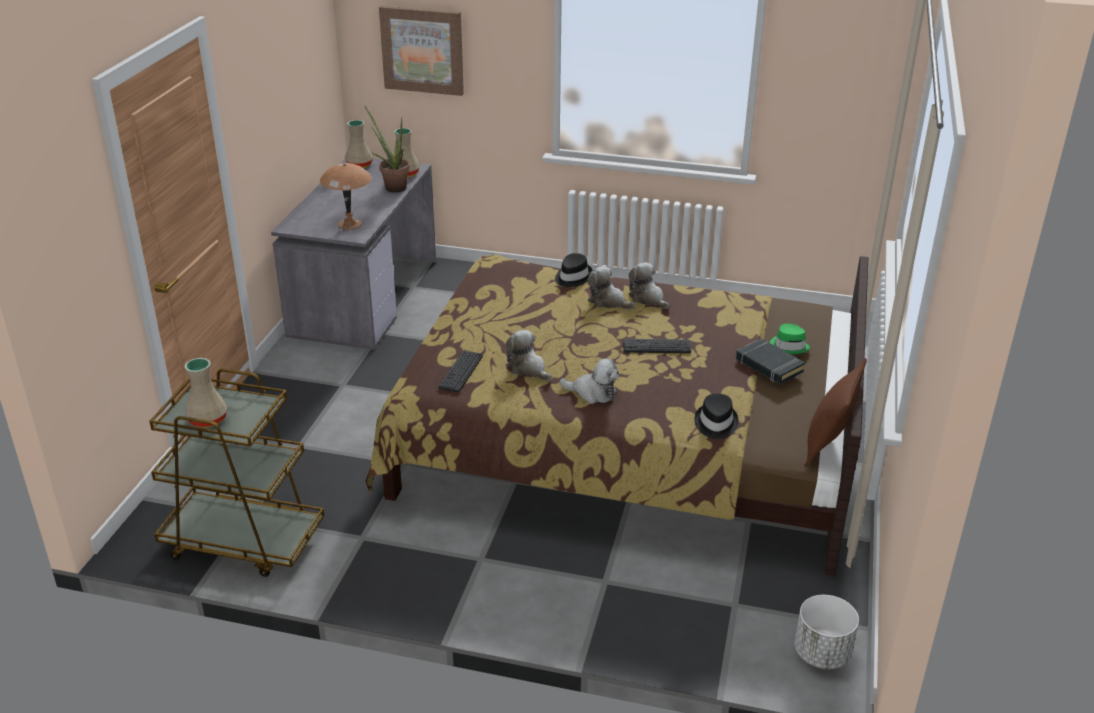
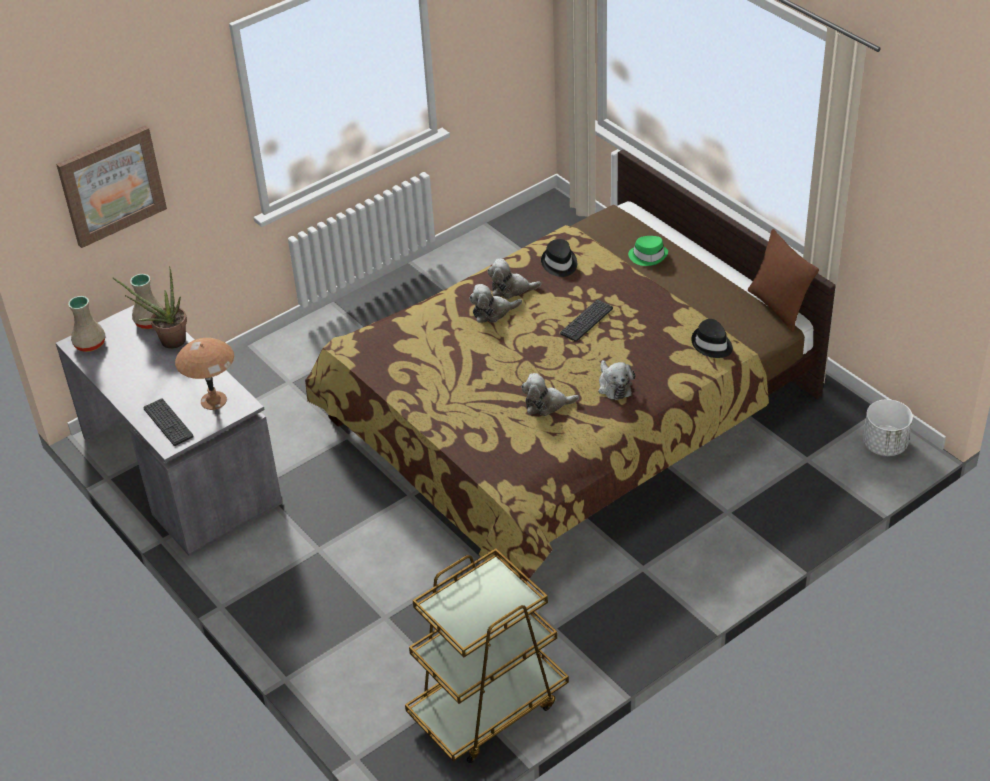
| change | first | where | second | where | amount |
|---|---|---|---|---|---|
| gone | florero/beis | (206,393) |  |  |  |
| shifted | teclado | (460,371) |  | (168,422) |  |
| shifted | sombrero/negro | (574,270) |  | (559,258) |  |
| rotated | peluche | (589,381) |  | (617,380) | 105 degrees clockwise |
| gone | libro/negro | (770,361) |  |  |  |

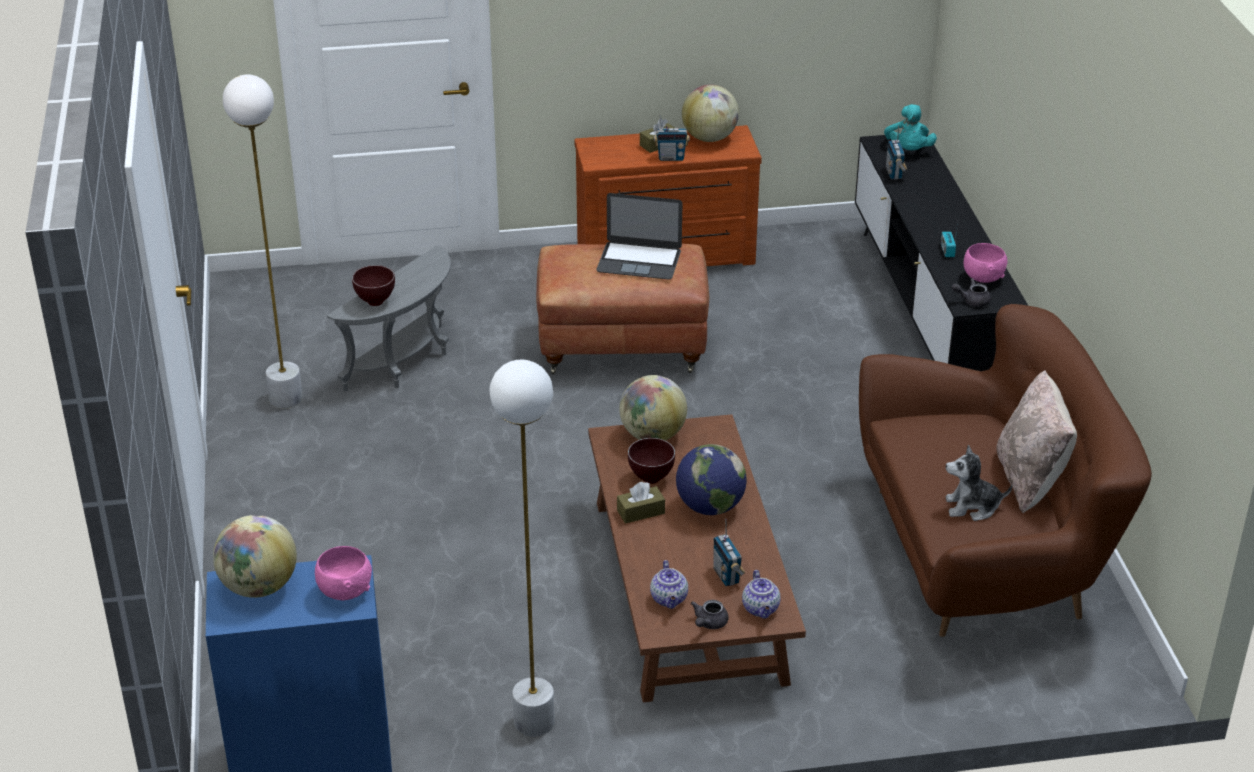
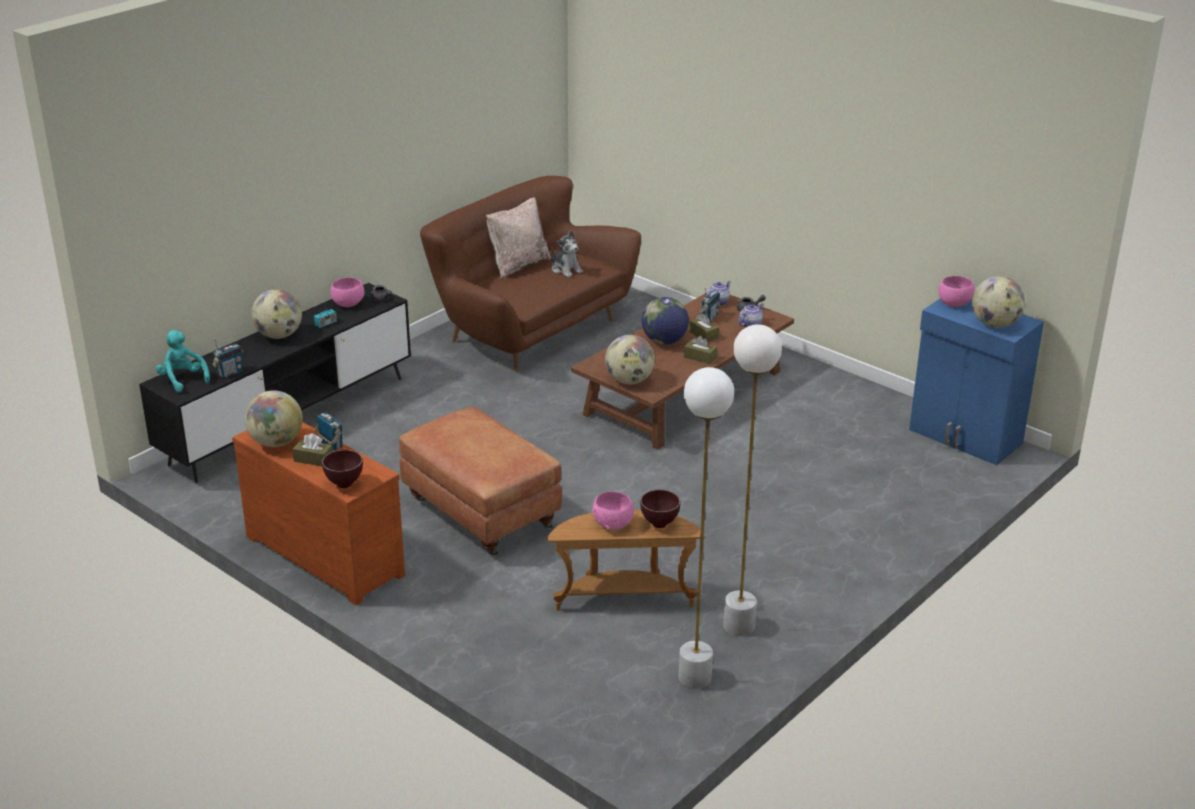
| change | first | where | second | where | amount |
|---|---|---|---|---|---|
| repainted | mesa auxiliar/gris | (389,318) | mesa auxiliar/marrón | (626,560) |  |
| shifted | lámpara de pie/blanco | (522,548) |  | (706,528) |  |
| gone | portátil | (639,236) |  |  |  |
| shifted | cuenco/marrón | (651,461) |  | (342,469) |  |
| rotated | peluche/turquesa | (910,127) |  | (183,361) | 90 degrees counterclockwise |
| new |  |  | globo terráqueo | (276,314) |  |
| new |  |  | cuenco/rosa | (613,510) |  |
| new |  |  | caja de pañuelos/marrón | (704,327) |  |

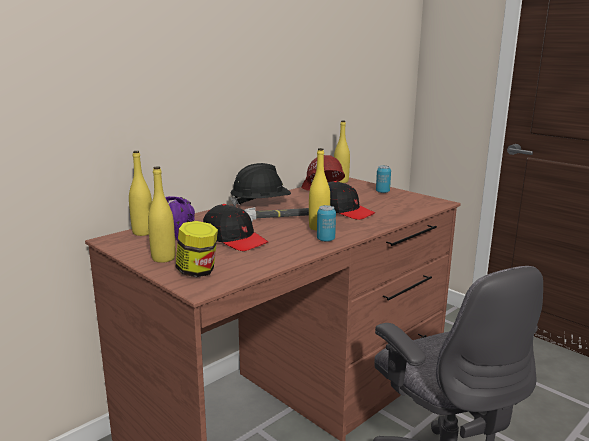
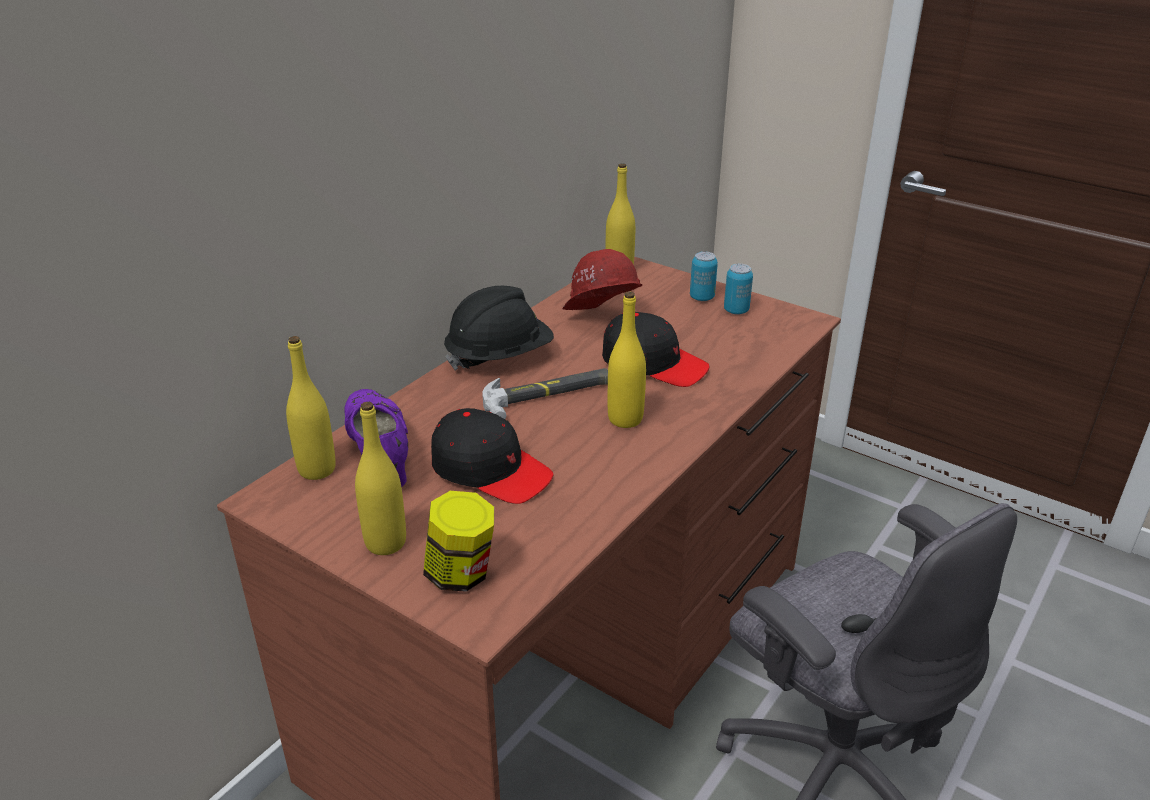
| change | first | where | second | where | amount |
|---|---|---|---|---|---|
| shifted | lata | (326,223) |  | (738,289) |  |

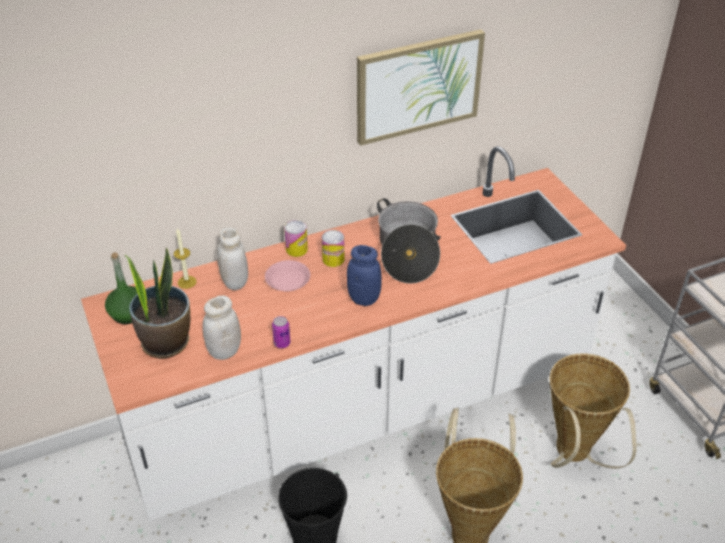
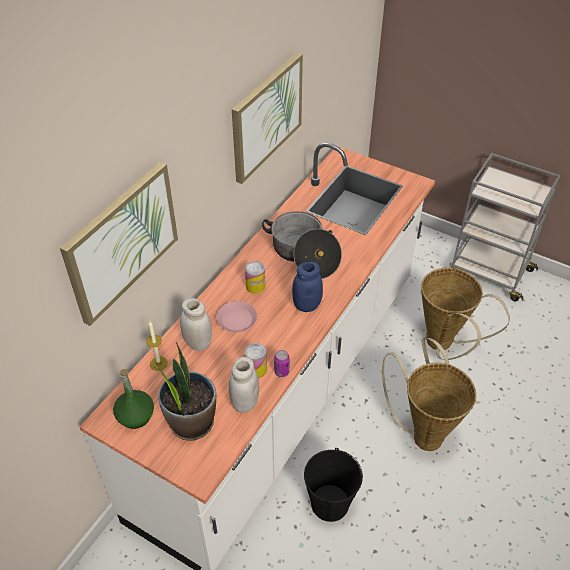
| change | first | where | second | where | amount |
|---|---|---|---|---|---|
| shifted | lata | (296,238) |  | (255,360) |  |
| new |  |  | cuadro | (119,244) |  |

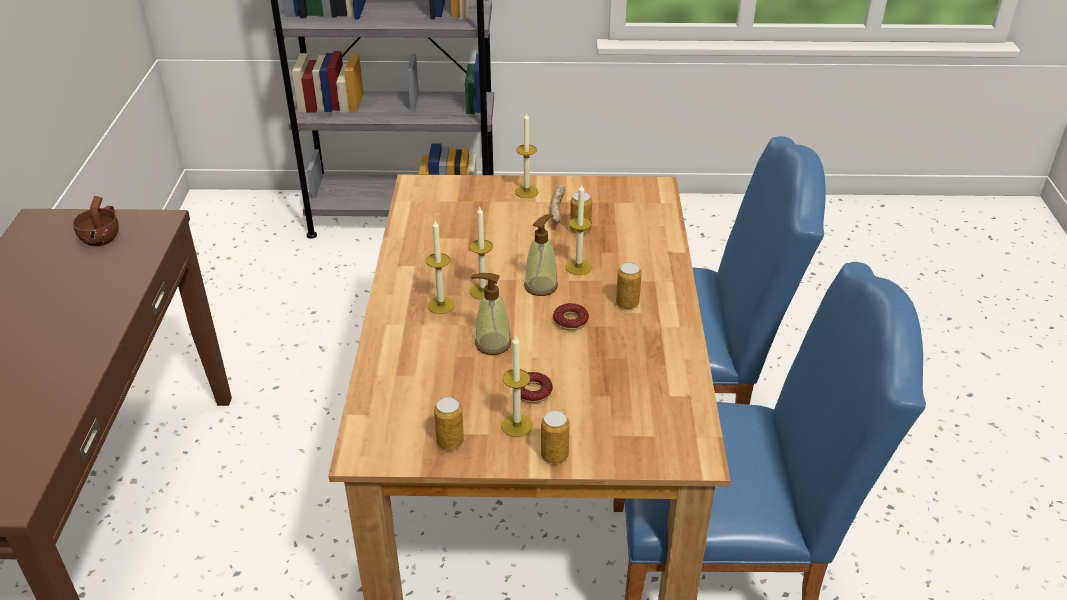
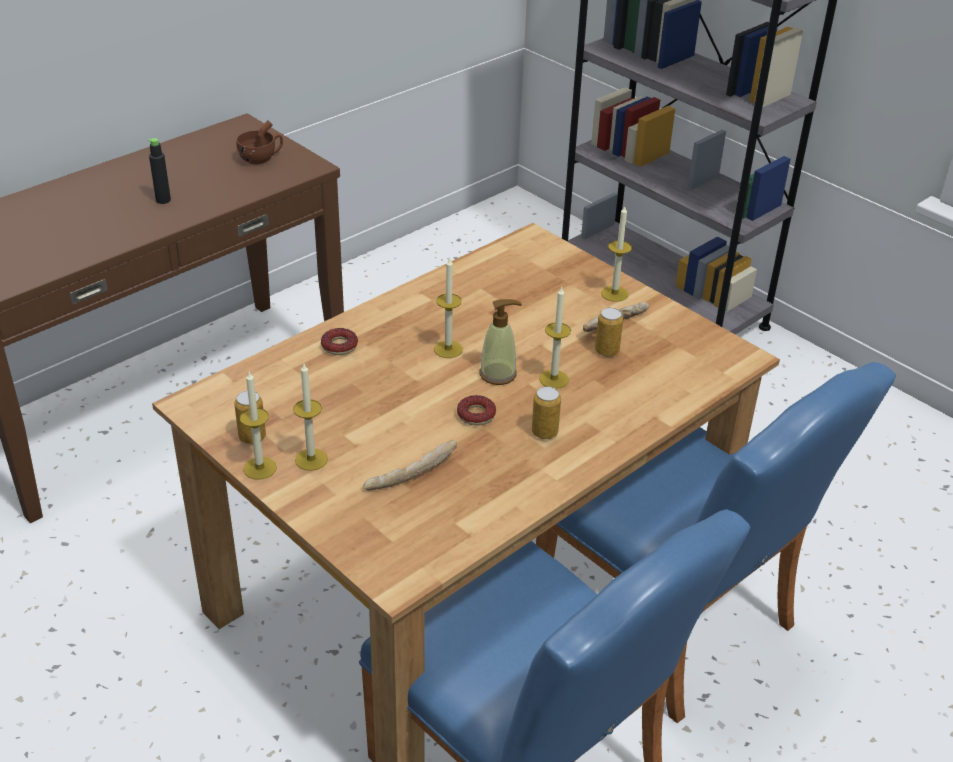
| change | first | where | second | where | amount |
|---|---|---|---|---|---|
| shifted | vela | (440,267) |  | (258,426) |  |
| gone | dispensador de jabón | (491,314) |  |  |  |
| shifted | rosquilla | (537,387) |  | (339,341) |  |
| gone | lata | (555,437) |  |  |  |
| new |  |  | botella/negro | (159,171) |  |
| new |  |  | pan | (410,465) |  |

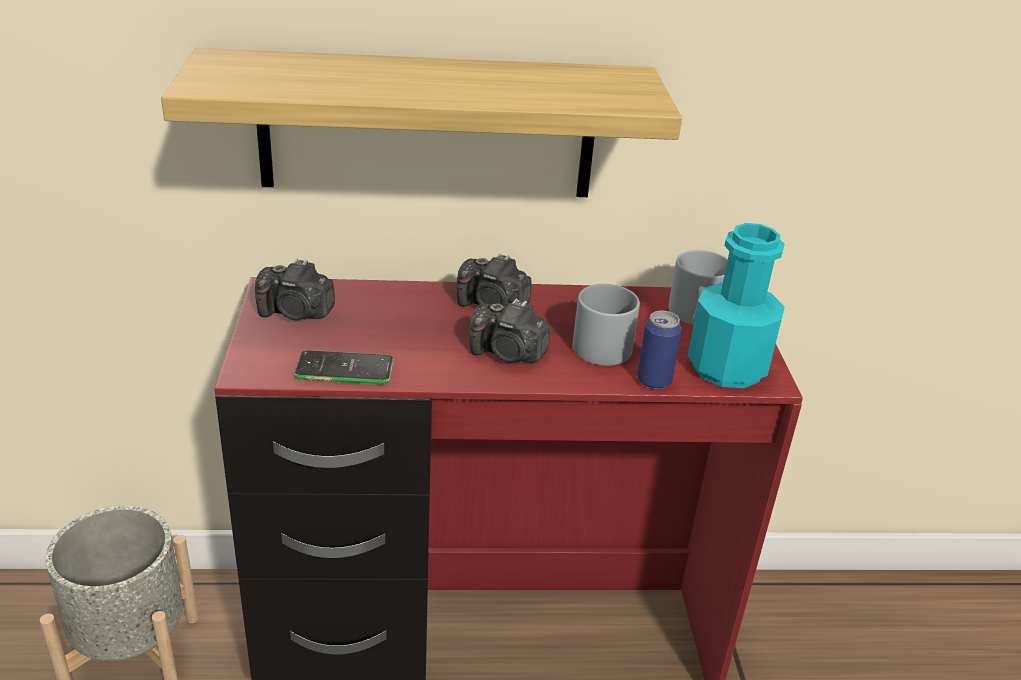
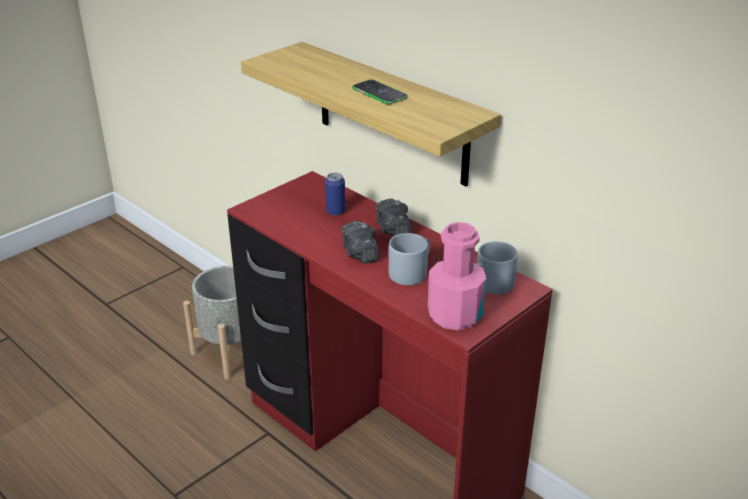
| change | first | where | second | where | amount |
|---|---|---|---|---|---|
| gone | cámara | (295,289) |  |  |  |
| shifted | móvil | (344,367) |  | (380,92) |  |
| shifted | lata | (659,350) |  | (335,194) |  |
| repainted | botella/turquesa | (736,305) | botella/rosa | (457,276) |  |

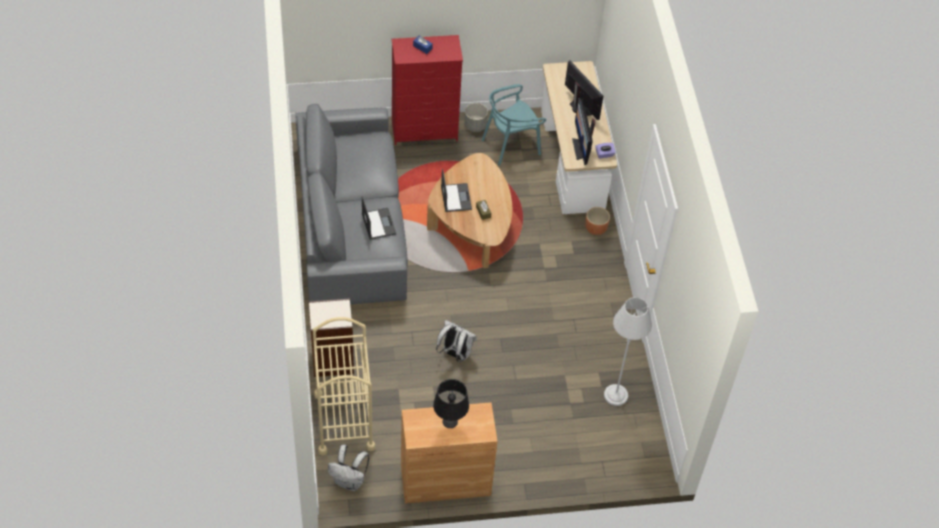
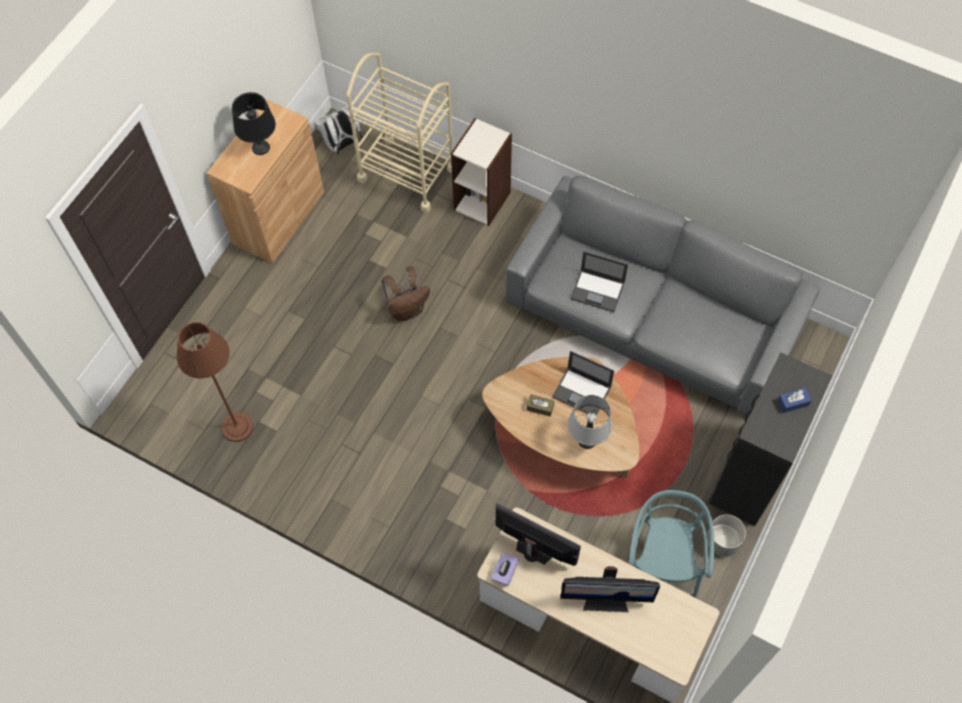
| change | first | where | second | where | amount |
|---|---|---|---|---|---|
| repainted | cómoda/rojo | (427,90) | cómoda/negro | (771,439) |  |
| repainted | mochila/blanco | (456,341) | mochila/marrón | (406,293) |  |
| gone | maceta/marrón | (597,221) |  |  |  |
| repainted | lámpara de pie/gris | (628,351) | lámpara de pie/marrón | (215,382) |  |
| new |  |  | lámpara de mesa/gris | (590,422) |  |

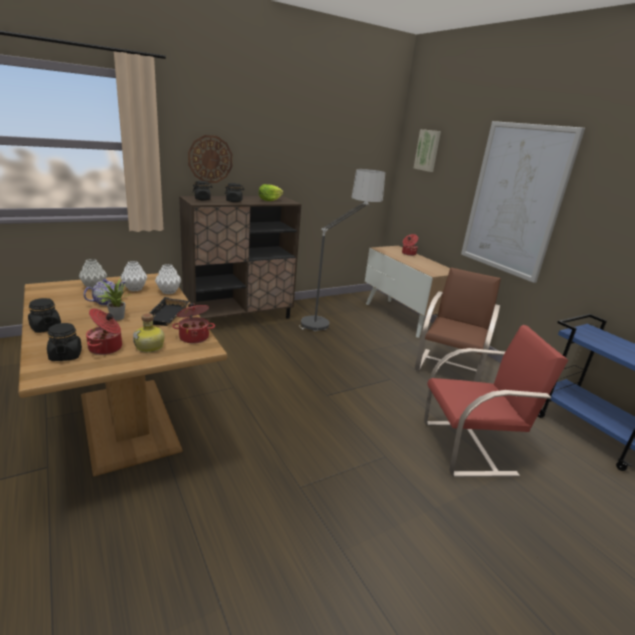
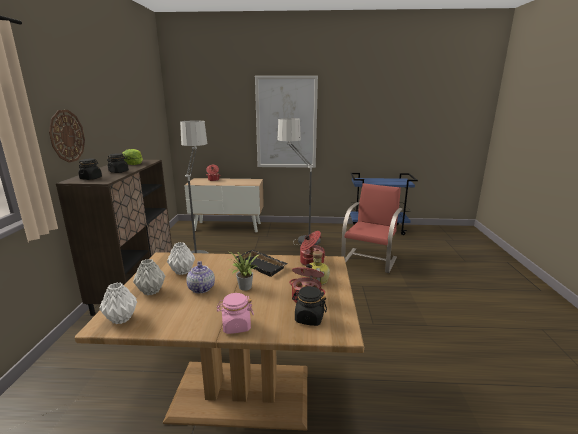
| change | first | where | second | where | amount |
|---|---|---|---|---|---|
| repainted | tarro/negro | (44,315) | tarro/rosa | (235,313) |  |
| shifted | florero/blanco | (168,279) |  | (118,303) |  |
| gone | cuadro | (427,150) |  |  |  |
| swapped | silla/marrón | (458,325) | lámpara de pie | (299,181) |  |

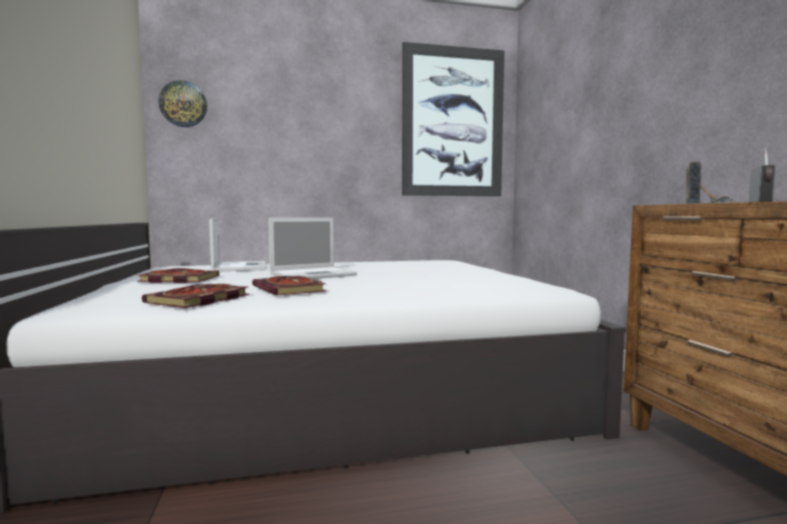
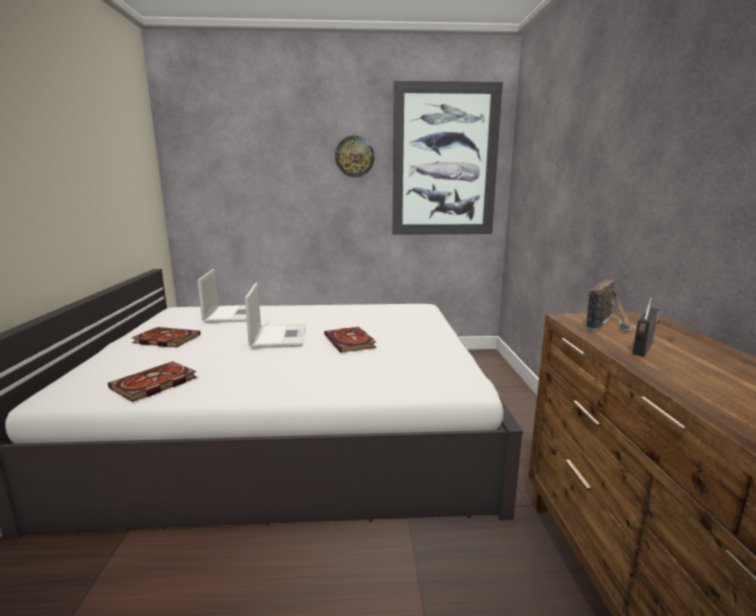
| change | first | where | second | where | amount |
|---|---|---|---|---|---|
| shifted | reloj de pared | (182,103) |  | (355,156) |  |
| shifted | libro | (289,286) |  | (350,340) |  |
| rotated | portátil | (312,248) |  | (275,316) | 75 degrees counterclockwise |

